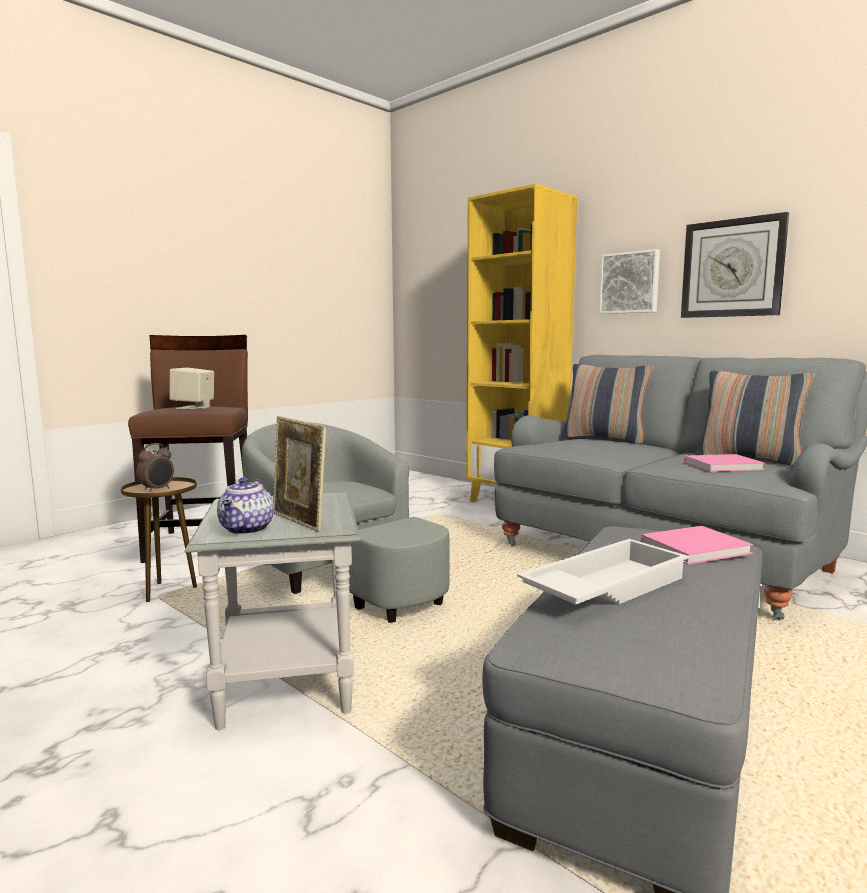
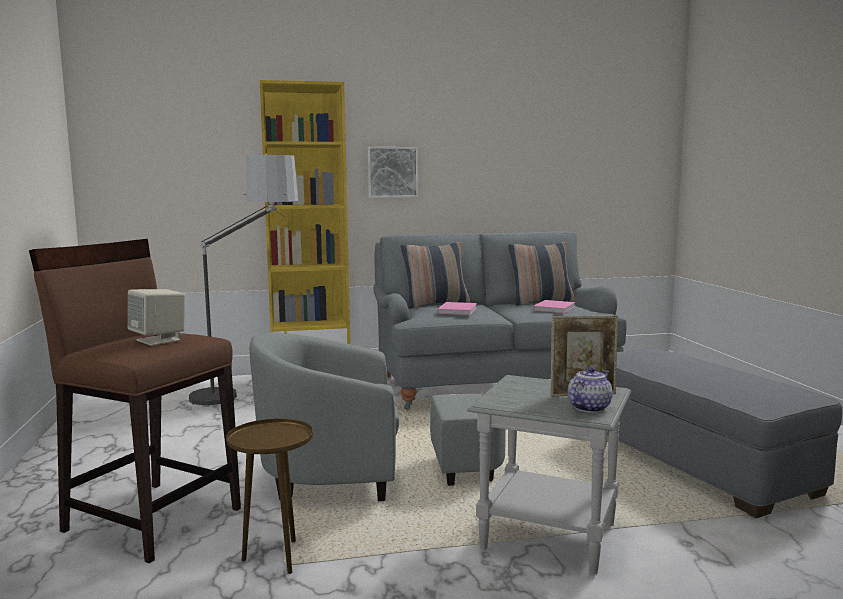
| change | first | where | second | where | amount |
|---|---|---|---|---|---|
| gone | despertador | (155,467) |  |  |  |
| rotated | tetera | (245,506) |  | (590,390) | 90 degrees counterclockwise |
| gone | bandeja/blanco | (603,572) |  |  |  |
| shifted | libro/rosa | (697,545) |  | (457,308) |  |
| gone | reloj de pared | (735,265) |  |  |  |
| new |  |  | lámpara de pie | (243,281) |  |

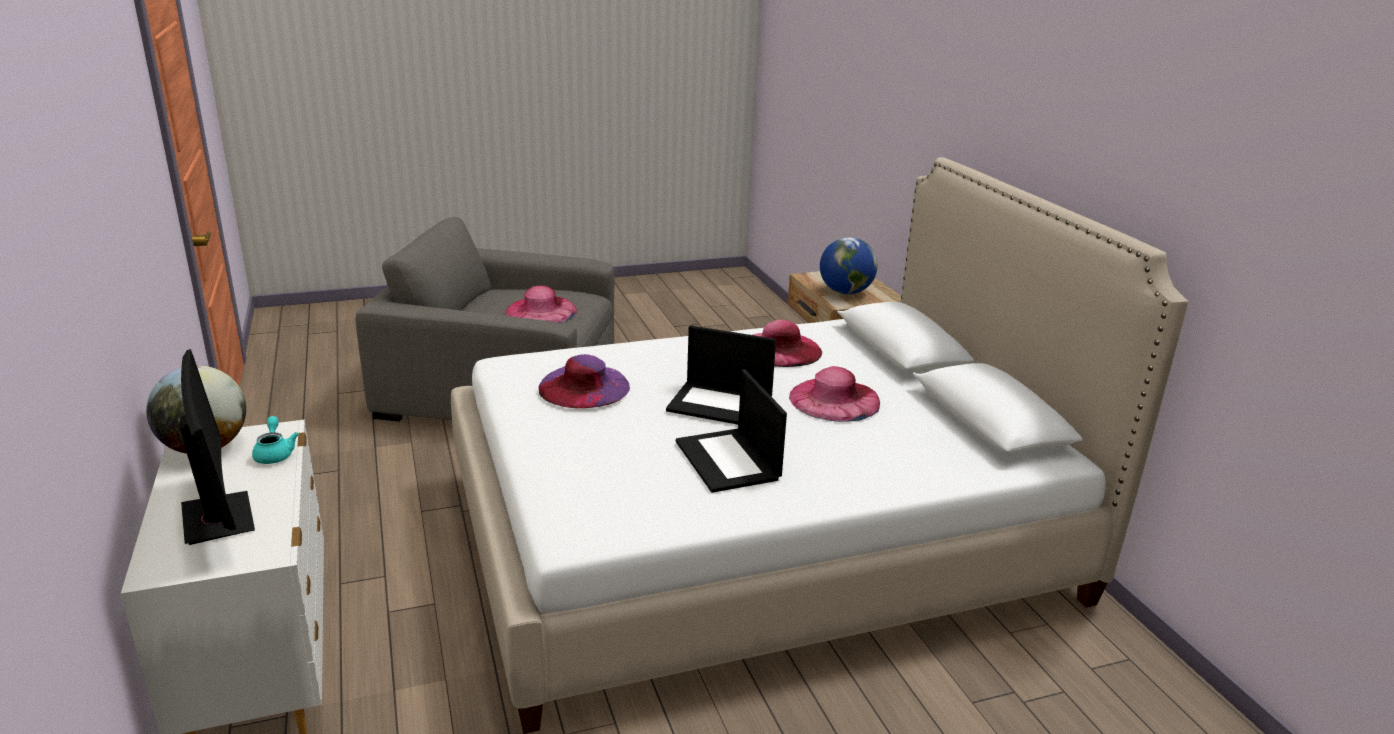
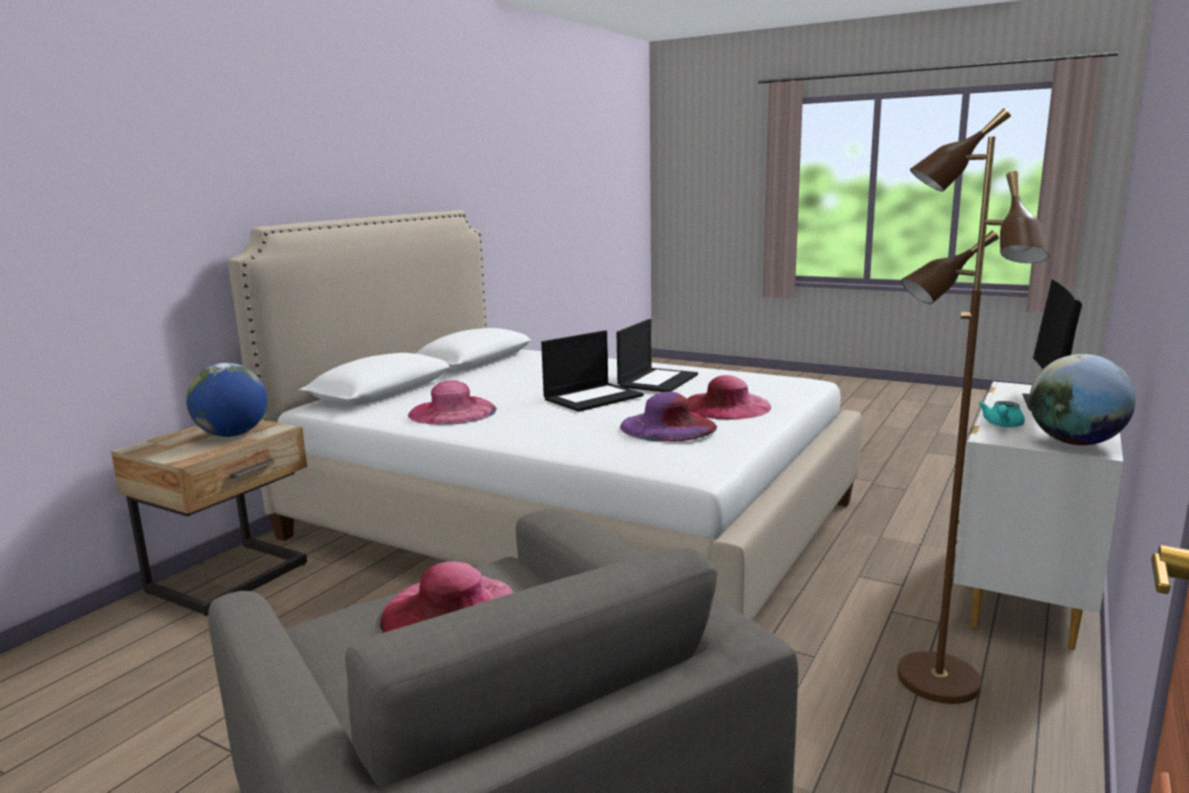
| change | first | where | second | where | amount |
|---|---|---|---|---|---|
| rotated | portátil | (721,375) |  | (592,371) | 75 degrees clockwise |
| shifted | sombrero/rosa | (834,394) |  | (729,397) |  |
| new |  |  | lámpara de pie/marrón | (973,406) |  |

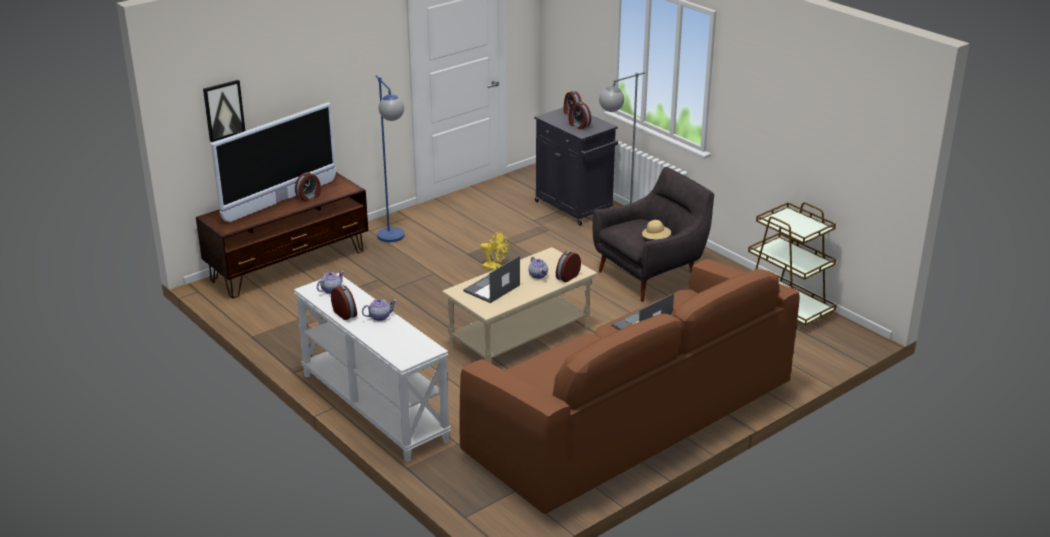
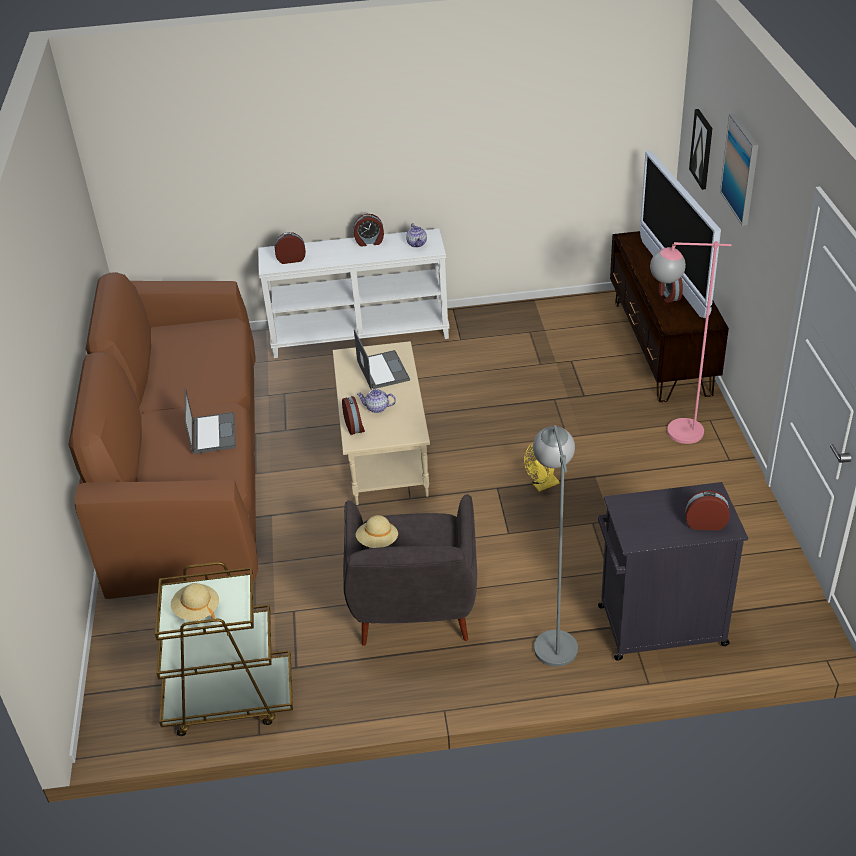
| change | first | where | second | where | amount |
|---|---|---|---|---|---|
| gone | tetera | (379,310) |  |  |  |
| repainted | lámpara de pie/azul | (390,158) | lámpara de pie/rosa | (691,342) |  |
| shifted | despertador | (580,116) |  | (290,248) |  |
| new |  |  | sombrero/beis | (195,602) |  |
| new |  |  | cuadro | (739,169) |  |

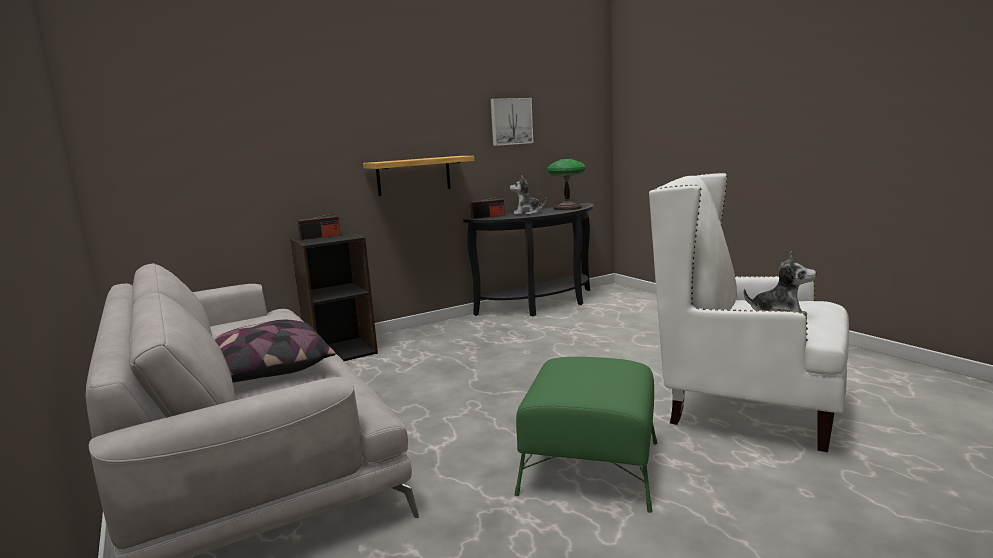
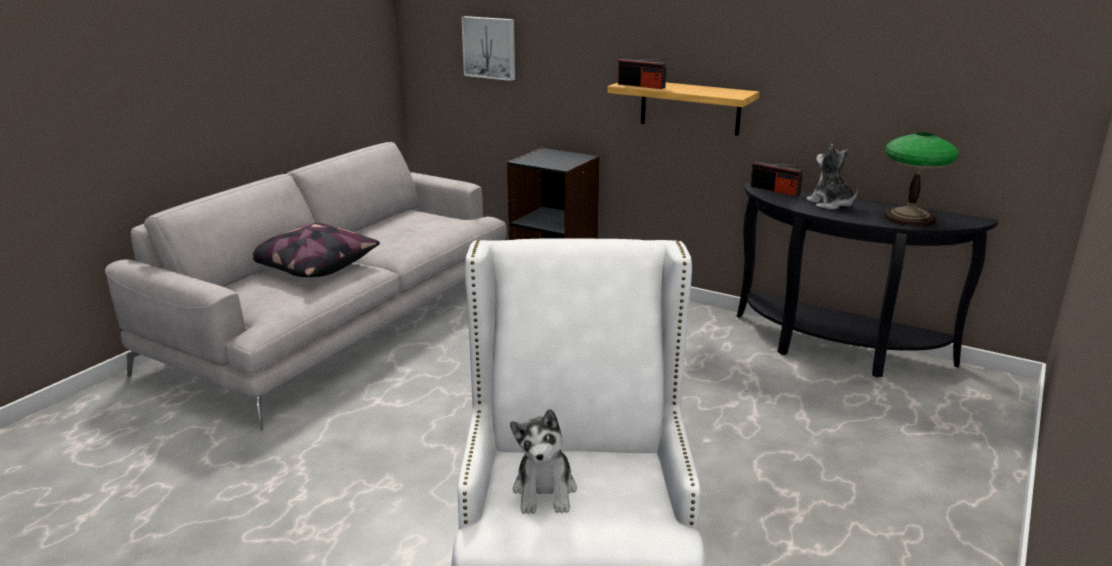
| change | first | where | second | where | amount |
|---|---|---|---|---|---|
| shifted | radio | (319,226) |  | (642,74) |  |
| shifted | cuadro | (512,122) |  | (488,48) |  |
| gone | puf/verde | (586,435) |  |  |  |

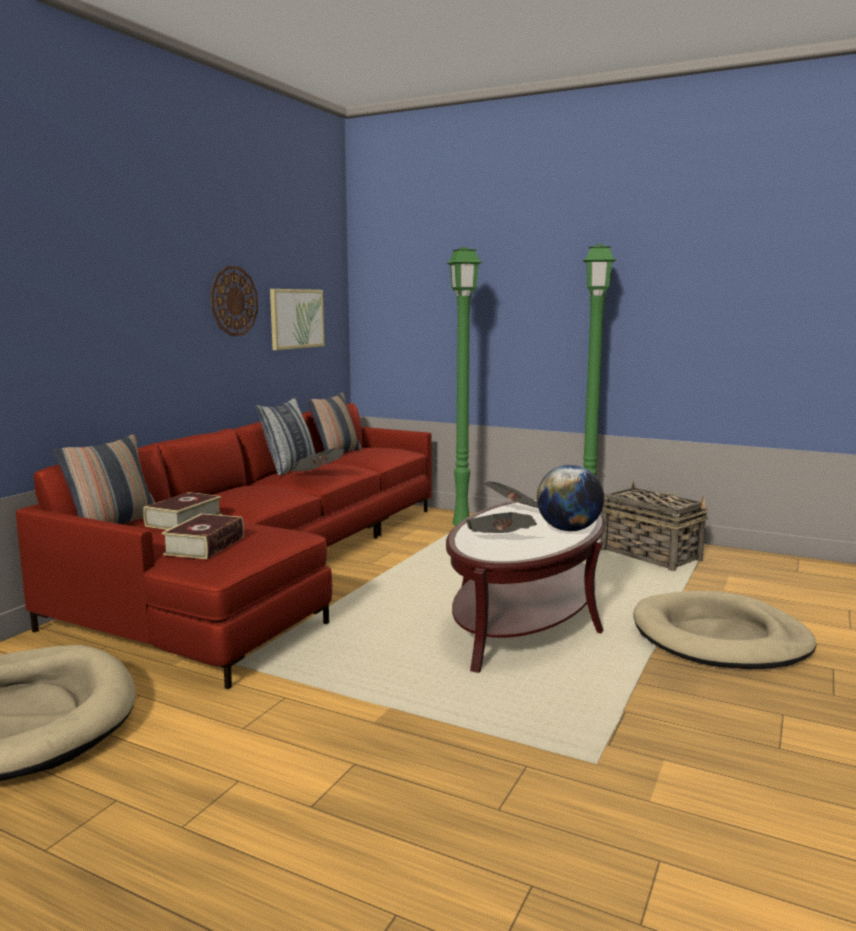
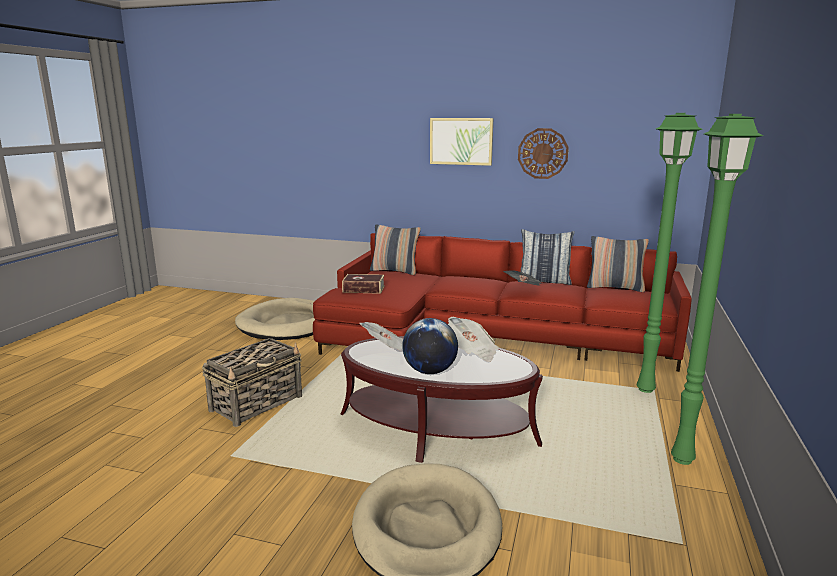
| change | first | where | second | where | amount |
|---|---|---|---|---|---|
| gone | libro | (182,511) |  |  |  |
| shifted | cuadro | (297,319) |  | (461,142) |  |
| shifted | cesta | (654,526) |  | (252,382) |  |

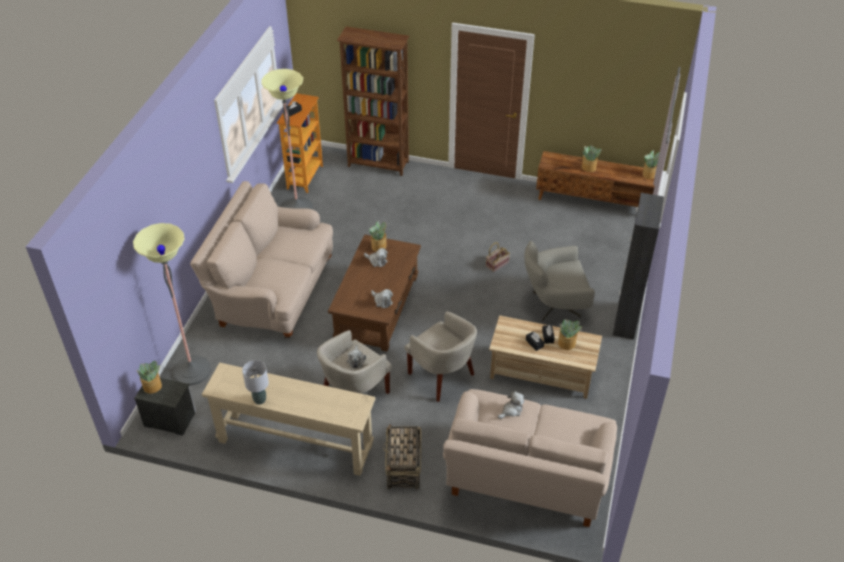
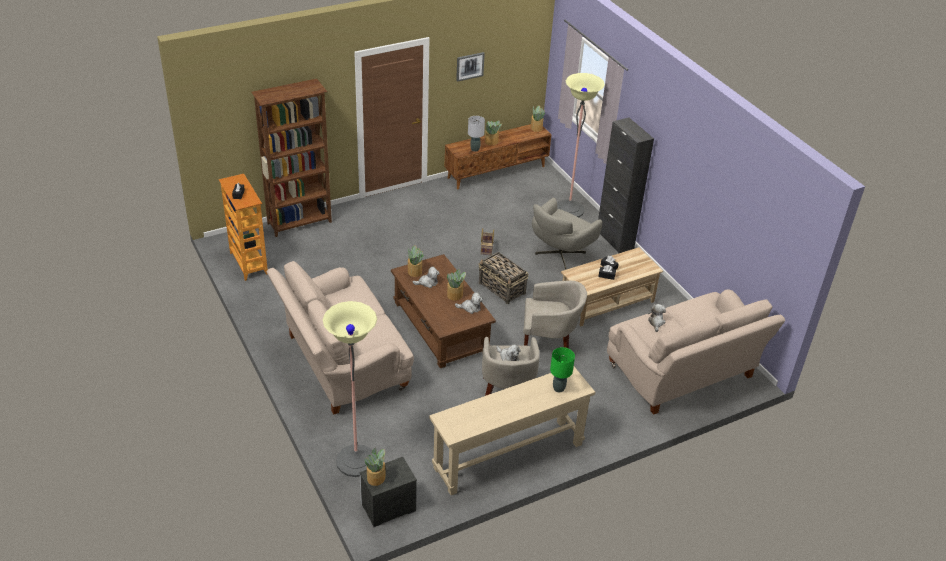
| change | first | where | second | where | amount |
|---|---|---|---|---|---|
| shifted | lámpara de mesa/gris | (255,382) |  | (476,134) |  |
| shifted | lámpara de pie | (287,139) |  | (581,145) |  |
| shifted | cesta | (402,456) |  | (503,278) |  |
| shifted | planta en maceta | (570,334) |  | (456,285) |  |
| new |  |  | cuadro | (470,67) |  |
| new |  |  | lámpara de mesa/verde | (562,369) |  |

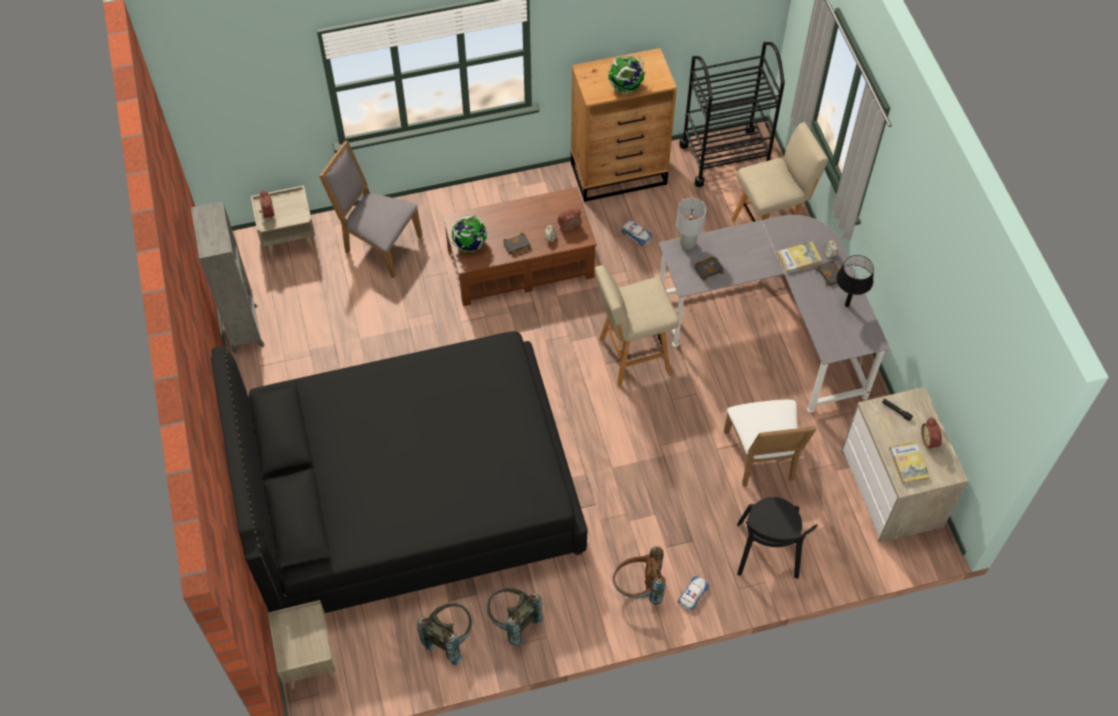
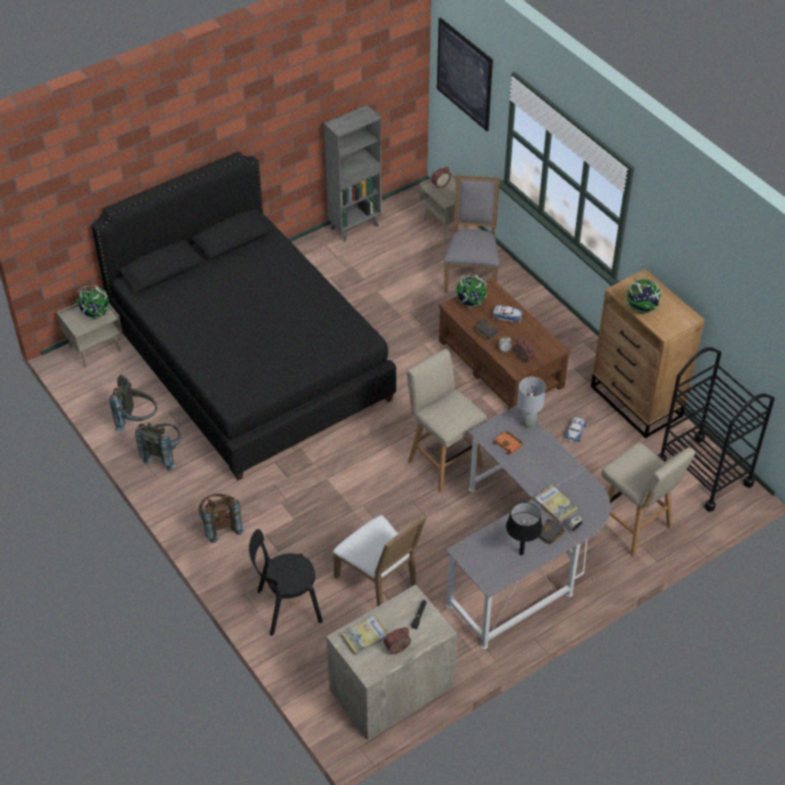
| change | first | where | second | where | amount |
|---|---|---|---|---|---|
| shifted | coche de juguete | (693,594) |  | (507,314) |  |
| repainted | libro/negro | (709,269) | libro/naranja | (508,442) |  |
| rotated | silla/blanco | (770,443) |  | (379,561) | 105 degrees counterclockwise |
| new |  |  | globo terráqueo | (93,302) |  |
| new |  |  | cuadro | (465,74) |  |

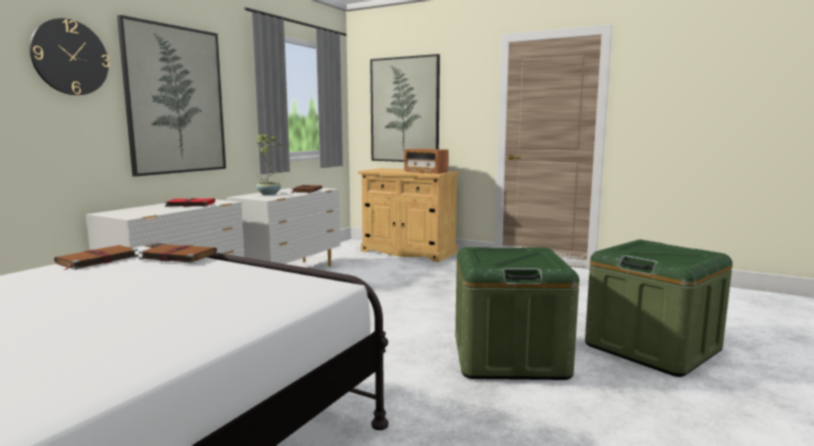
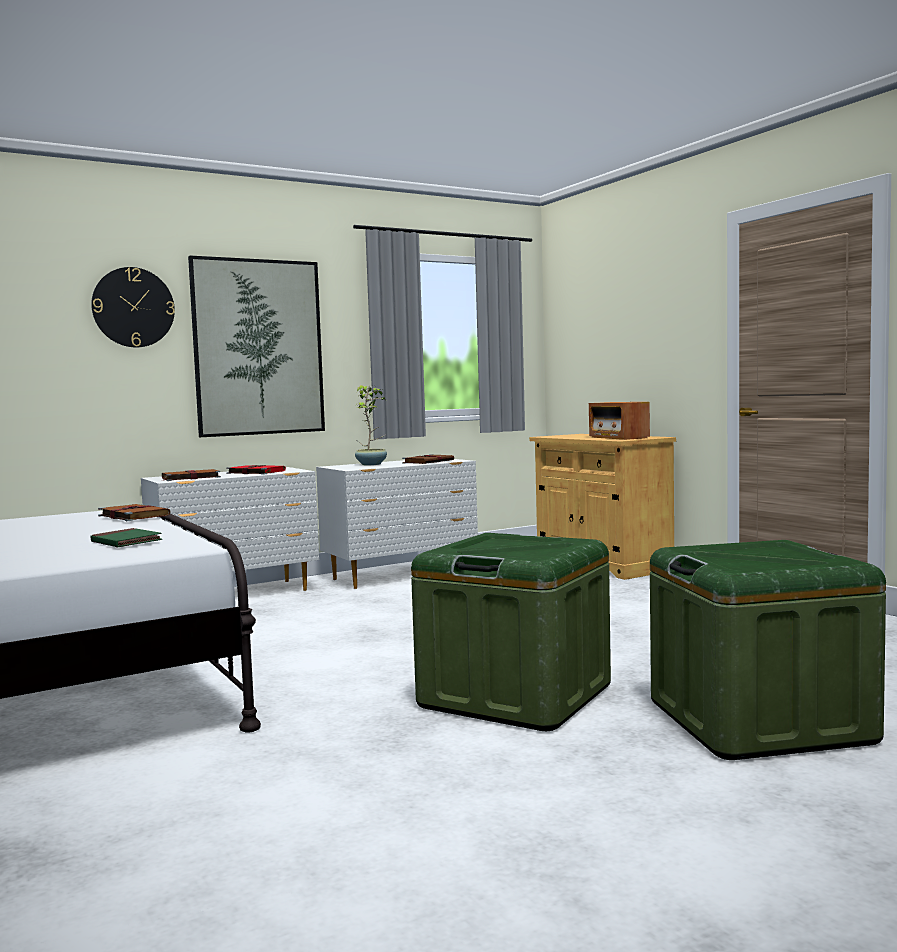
| change | first | where | second | where | amount |
|---|---|---|---|---|---|
| shifted | libro/marrón | (96,257) |  | (191,475) |  |
| gone | cuadro | (405,108) |  |  |  |
| new |  |  | libro/verde | (126,537) |  |

